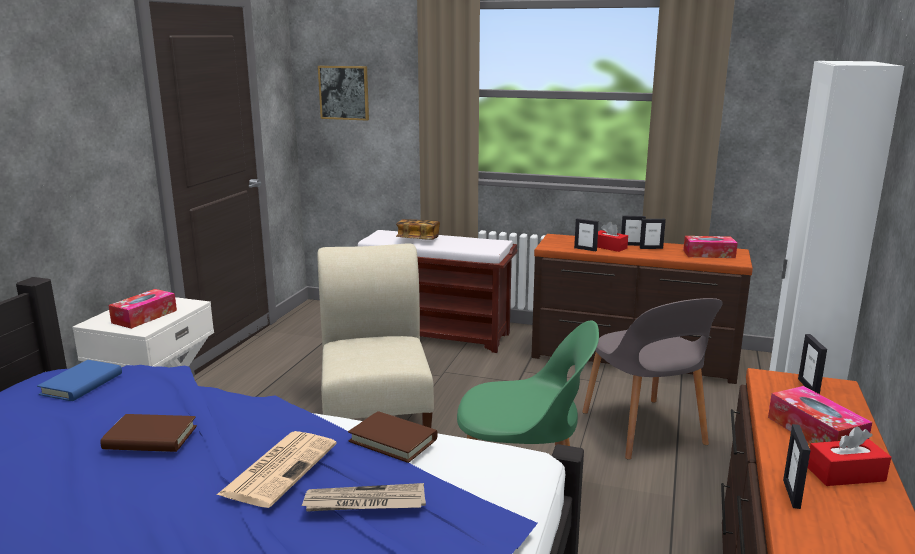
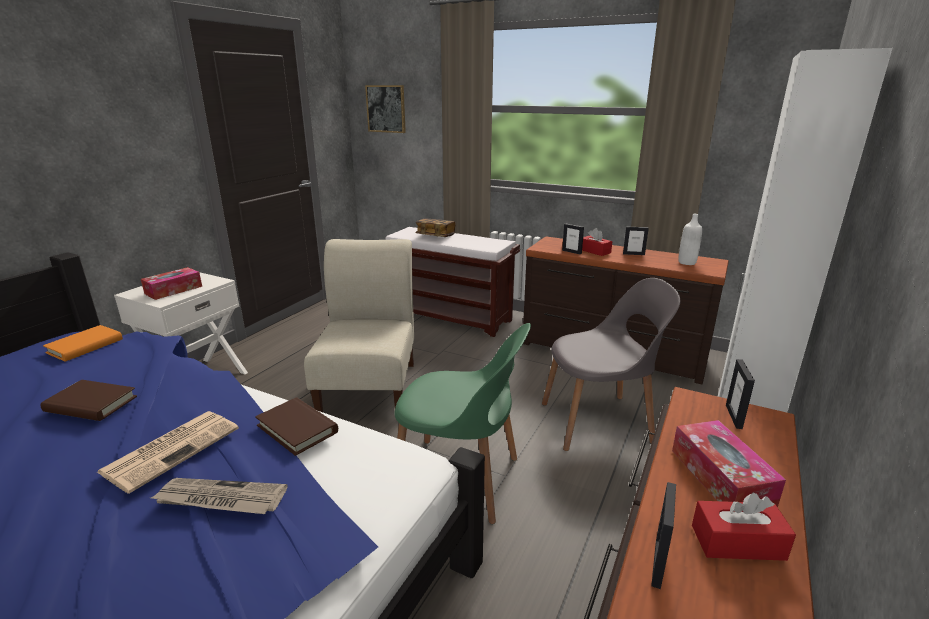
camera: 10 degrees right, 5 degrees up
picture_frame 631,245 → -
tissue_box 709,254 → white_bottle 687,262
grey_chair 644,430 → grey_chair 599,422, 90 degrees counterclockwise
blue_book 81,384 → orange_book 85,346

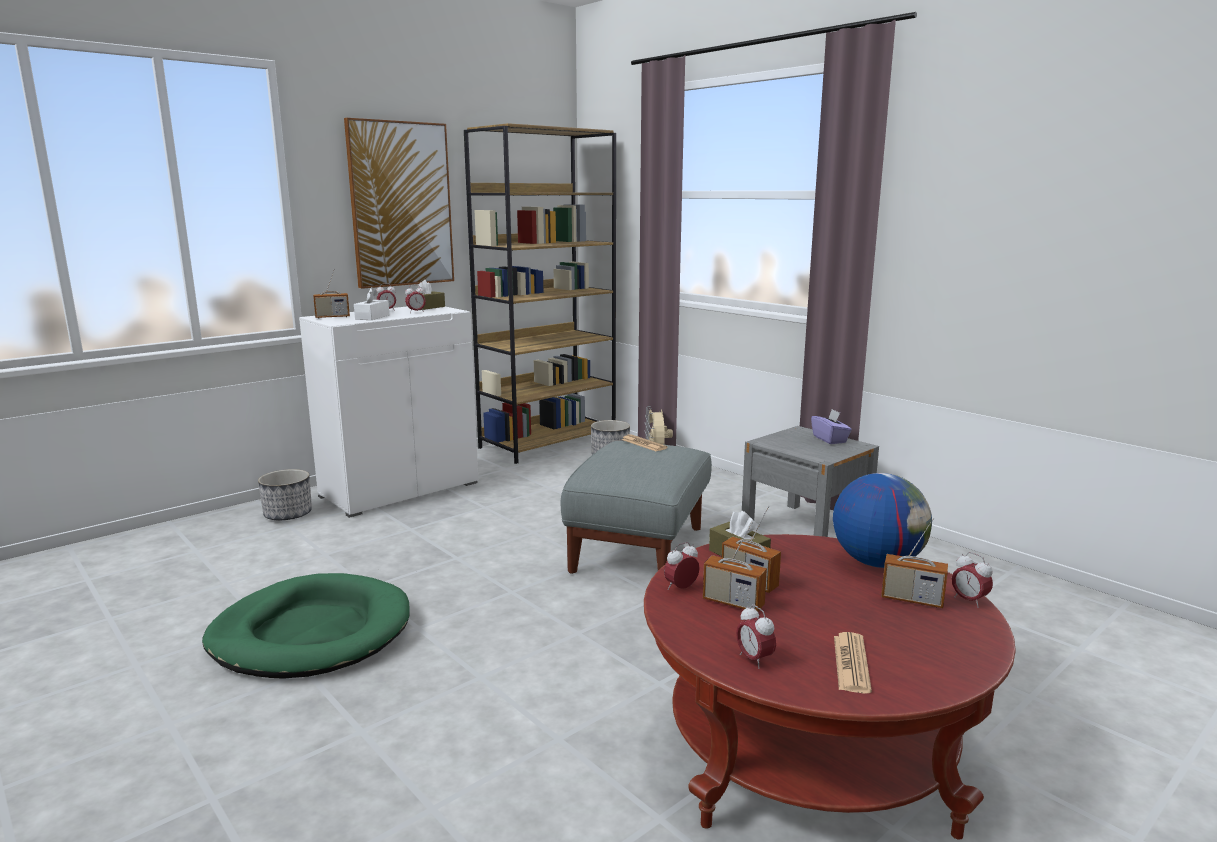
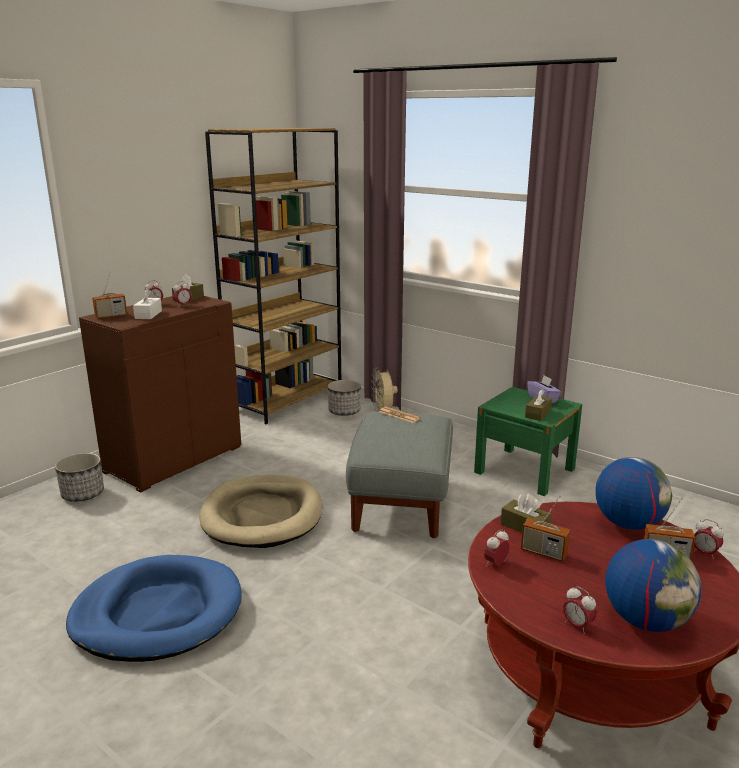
camera: 10 degrees left, 5 degrees up
picture 401,204 → -
white_cabinet 400,489 → brown_cabinet 174,458
grey_nightstand 805,528 → green_nightstand 524,471
radio 733,602 → -
green_dog_bed 311,633 → blue_dog_bed 157,613
newspaper 851,663 → globe 646,620
- → brown_tissue_box 538,414
- → beige_dog_bed 262,515

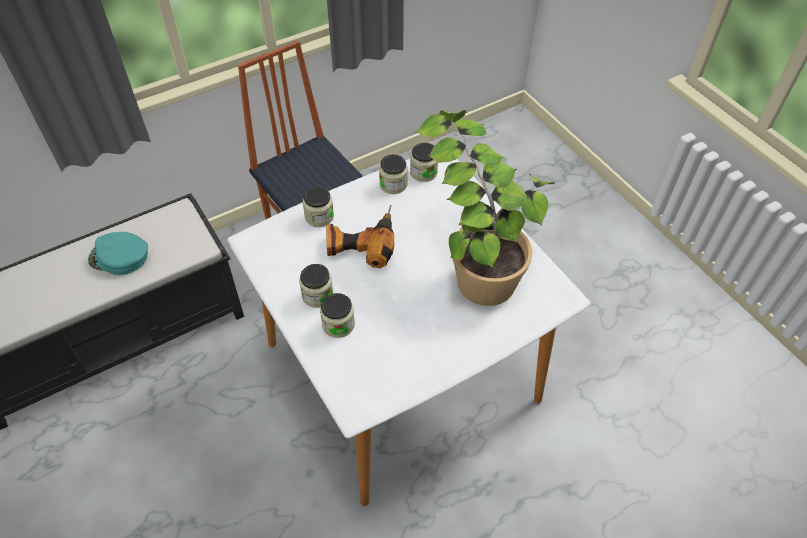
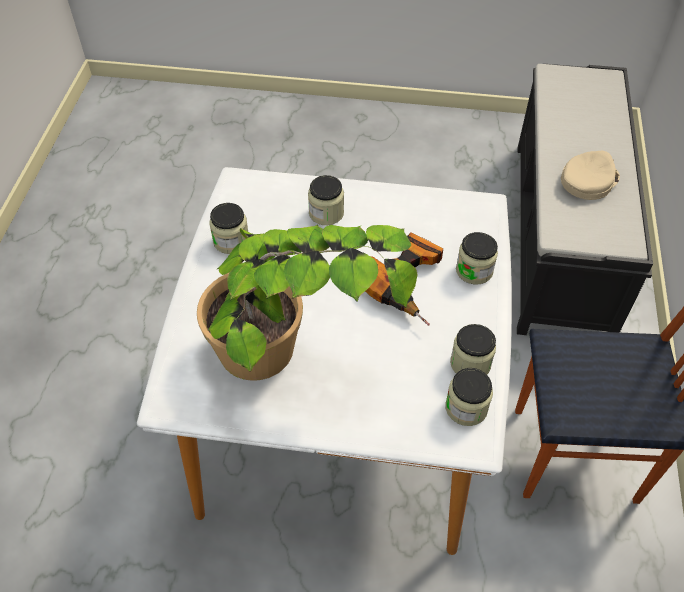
camera: 130 degrees right, 0 degrees up
turquoise_cap 119,257 → beige_cap 588,180
jar 317,295 → jar 231,241, move

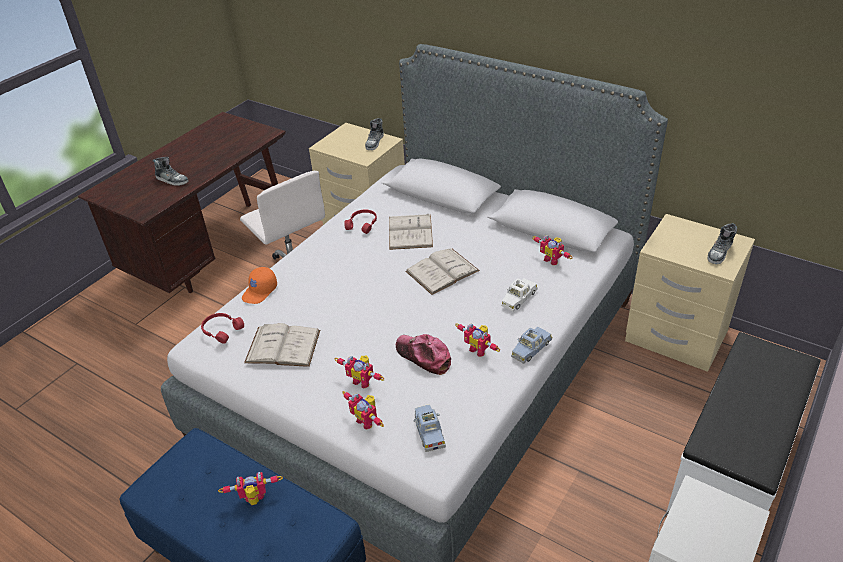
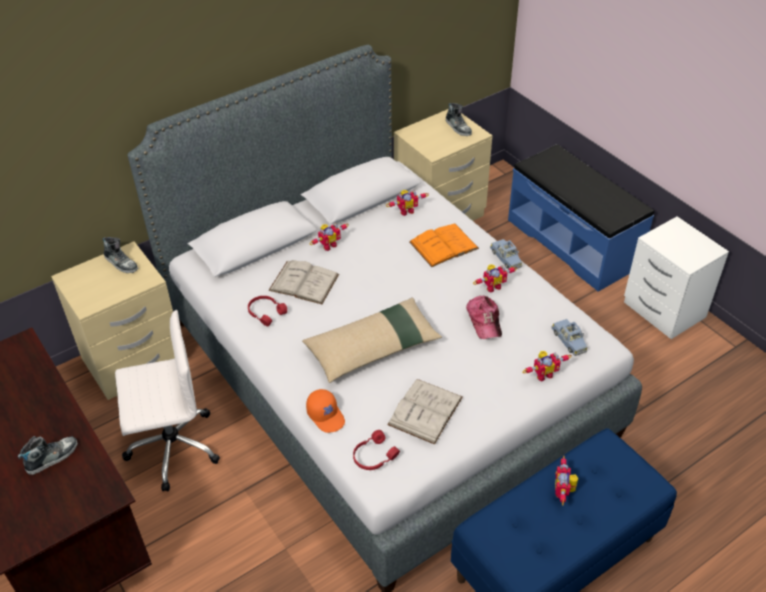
camera: 70 degrees left, 5 degrees up
white_book 442,271 → -
white_toy_car 518,298 → orange_book 443,245
white_bench 734,467 → blue_bench 573,242
cap 424,356 → cap 484,321, 75 degrees counterclockwise
toy_robot 363,380 → toy_robot 328,245, move
blue_toy_car 429,431 → blue_toy_car 569,340, 120 degrees counterclockwise
- → beige_pillow 373,348

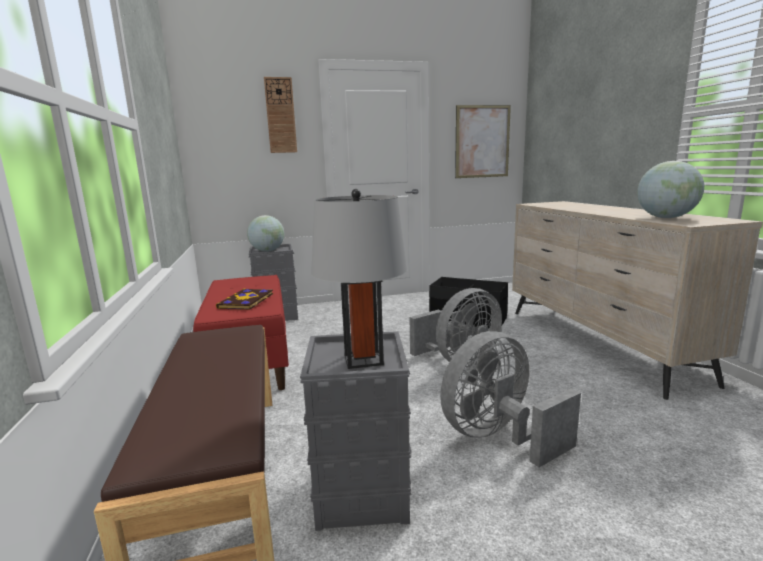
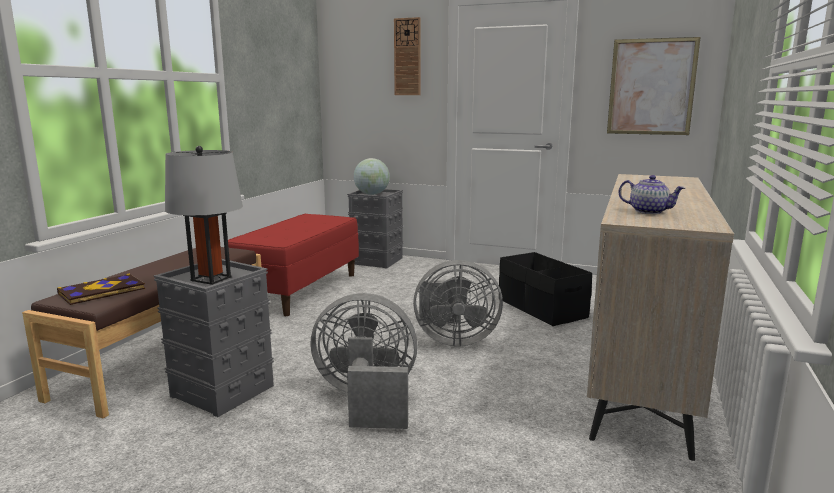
camera: 35 degrees right, 0 degrees up
globe 665,218 → teapot 649,211
book 247,301 → book 102,292, move

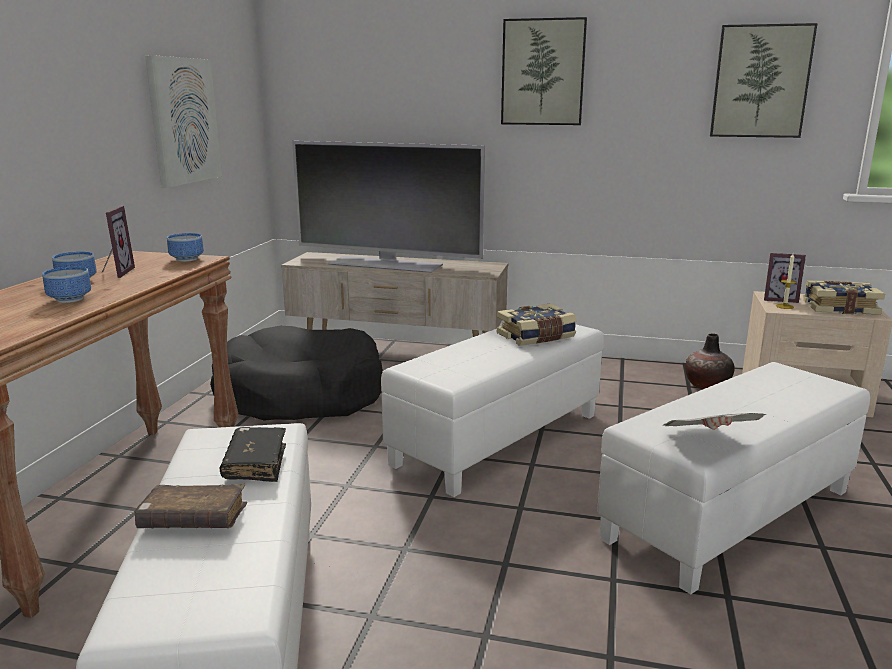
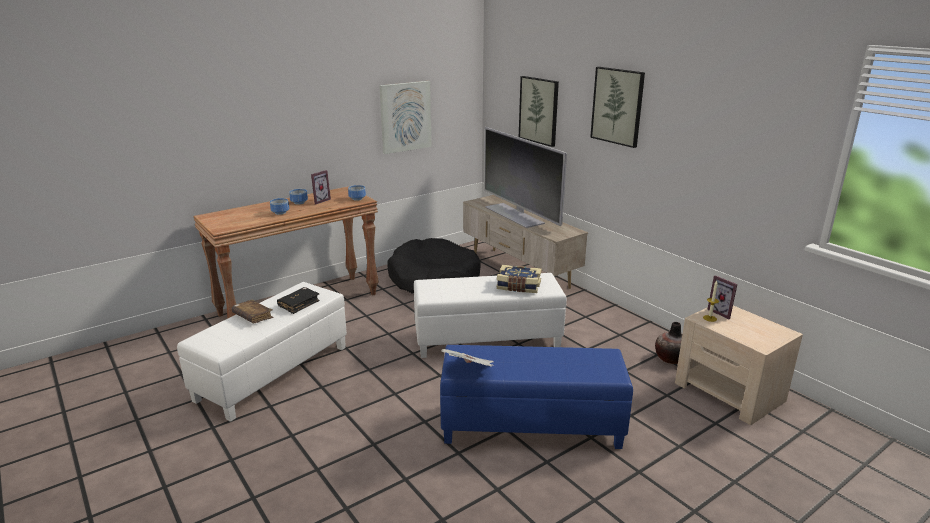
camera: 40 degrees right, 5 degrees up
picture 760,81 → picture 539,110, move
book 839,308 → -
white_ottoman 730,515 → blue_ottoman 530,426

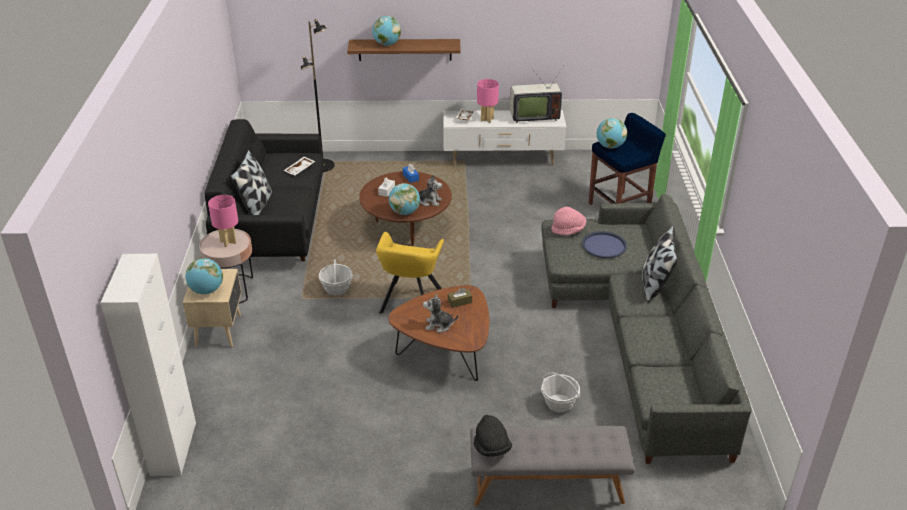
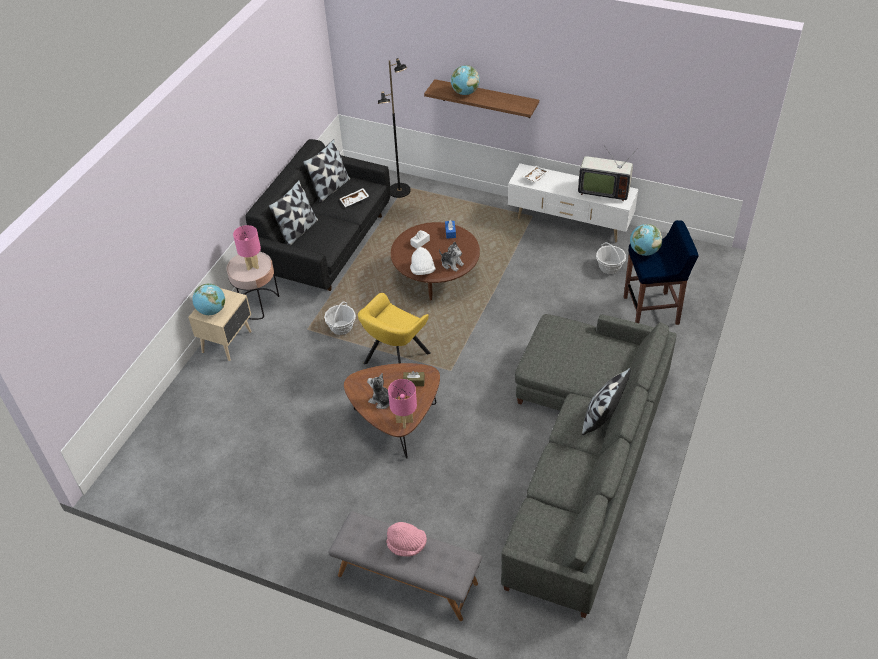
camera: 25 degrees right, 10 degrees up
pink_table_lamp 487,119 → pink_table_lamp 405,421, move
globe 404,212 → white_hat 422,270
pink_hat 568,230 → pink_hat 407,545, move
blue_tray 604,245 → -
white_cabinet 173,448 → -
basket 559,403 → basket 609,267, move
black_hat 491,448 → -
- → pillow 330,189

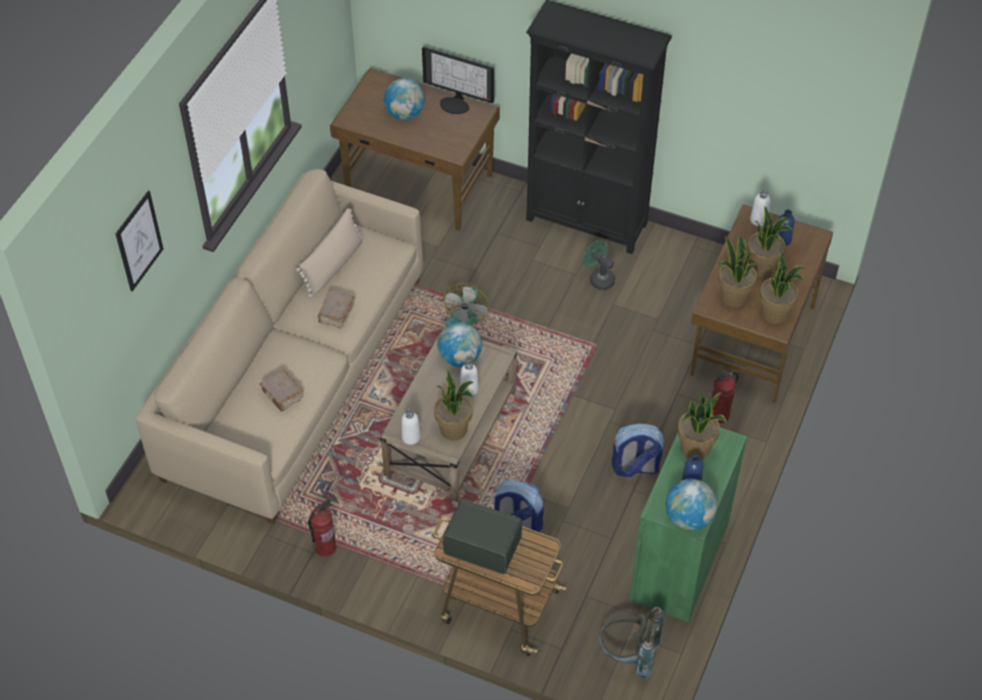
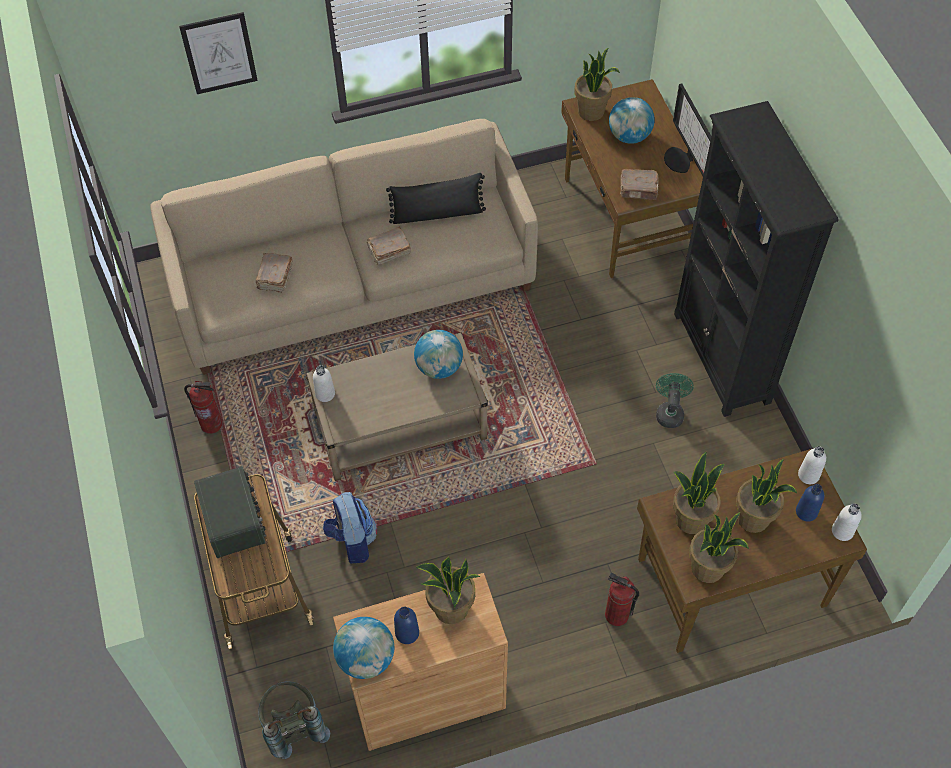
camera: 50 degrees right, 5 degrees up
beige_pillow 333,265 → black_pillow 437,213
fan 465,314 → -
white_bottle 469,389 → white_bottle 842,531, move
potted_plant 454,429 → potted_plant 591,112, move
backpack 635,467 → -
green_cabinet 679,561 → brown_cabinet 427,696
- → brown_book 639,189

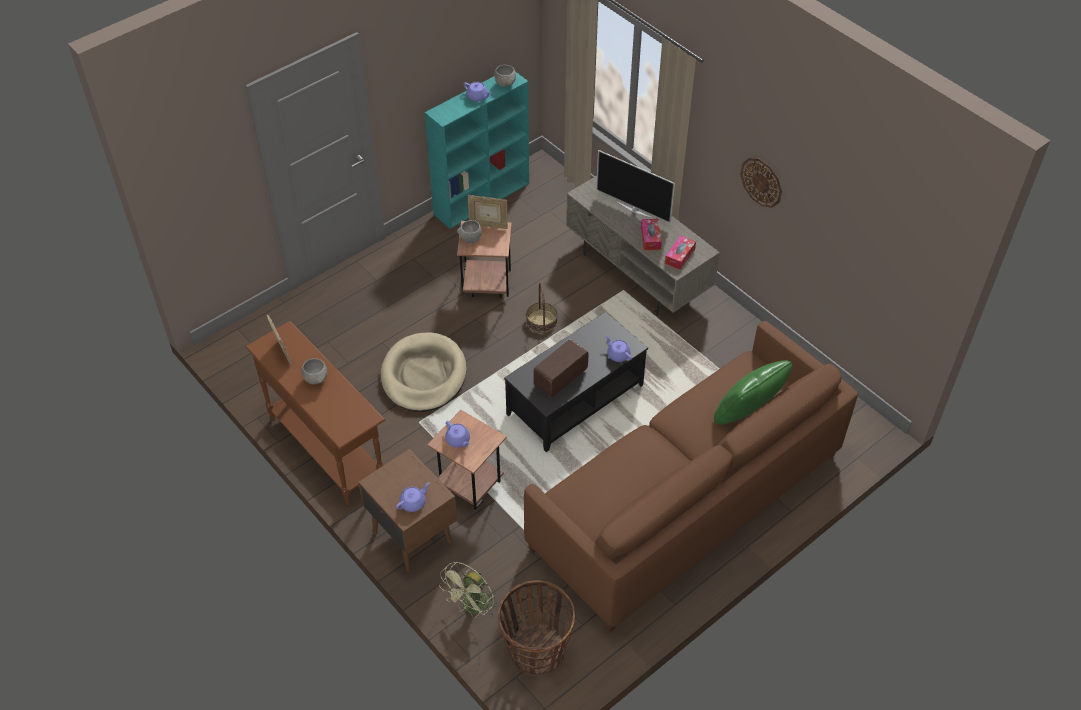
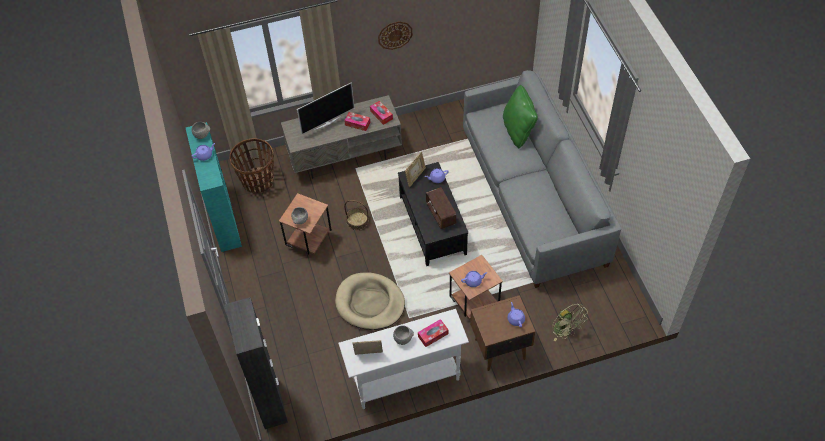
camera: 65 degrees left, 5 degrees up
picture_frame 488,225 → picture_frame 415,177, move
brown_console_table 327,449 → white_console_table 406,380
brown_sofa 685,501 → grey_sofa 533,197
basket 536,650 → basket 258,181, move
- → black_cabinet 270,403
- → tissue_box 433,335

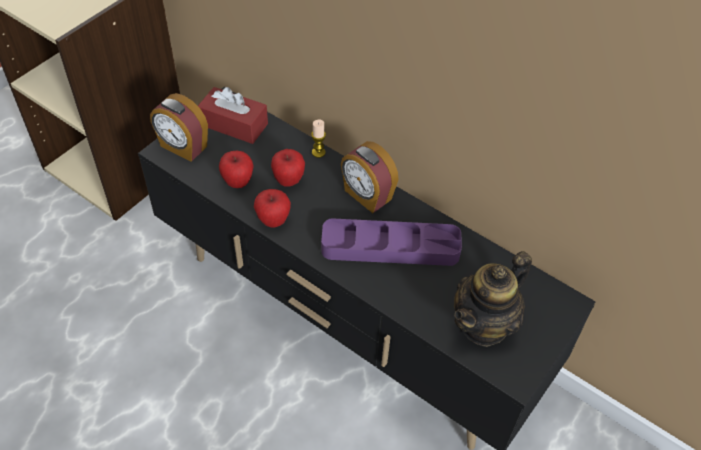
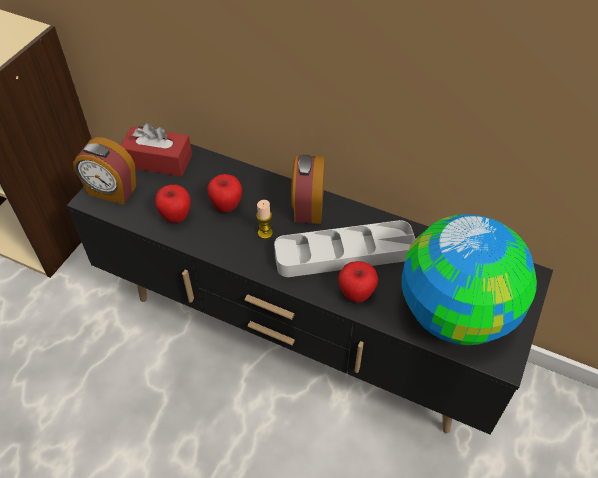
camera: 10 degrees left, 0 degrees up
candle 318,152 → candle 265,233, move
alarm_clock 367,195 → alarm_clock 307,207, 60 degrees clockwise
apple 273,220 → apple 356,294, move
purple_tray 390,247 → grey_tray 344,254
teapot 484,324 → globe 456,313

